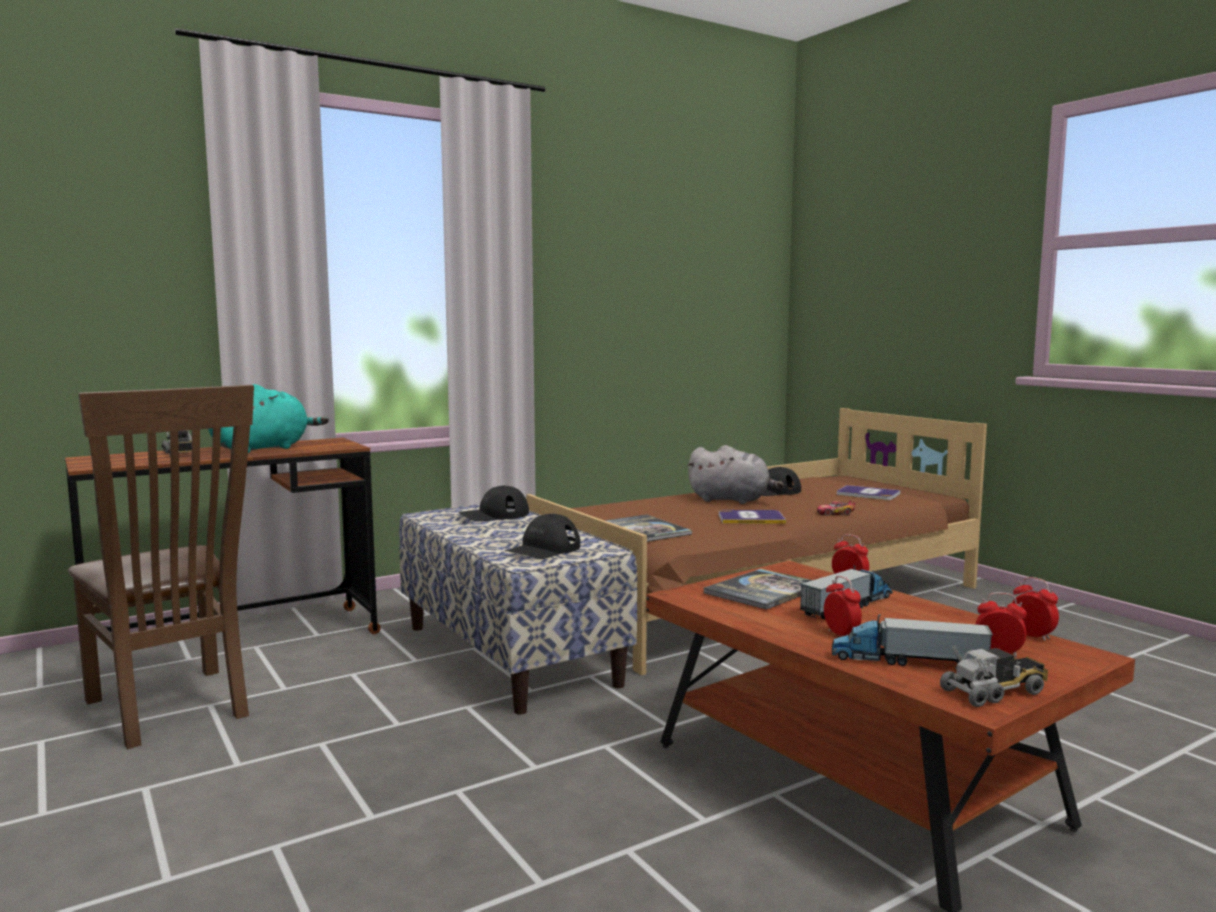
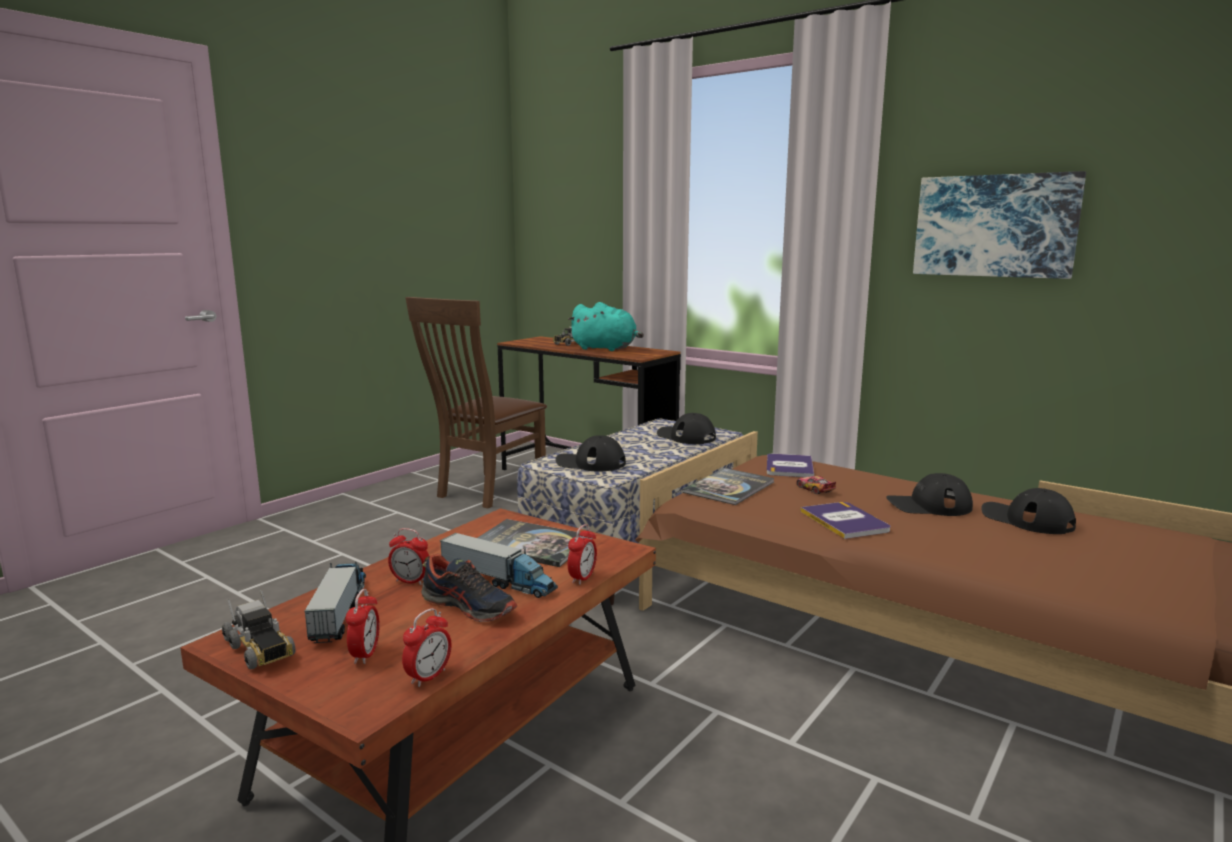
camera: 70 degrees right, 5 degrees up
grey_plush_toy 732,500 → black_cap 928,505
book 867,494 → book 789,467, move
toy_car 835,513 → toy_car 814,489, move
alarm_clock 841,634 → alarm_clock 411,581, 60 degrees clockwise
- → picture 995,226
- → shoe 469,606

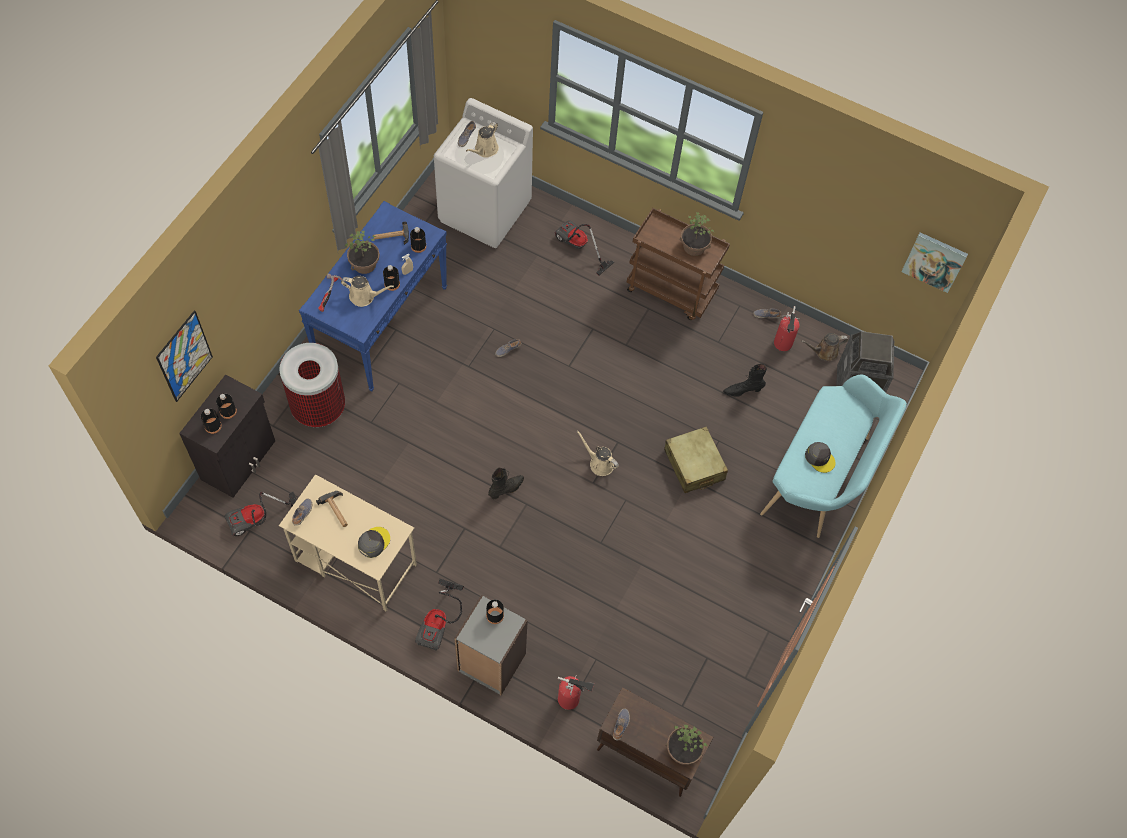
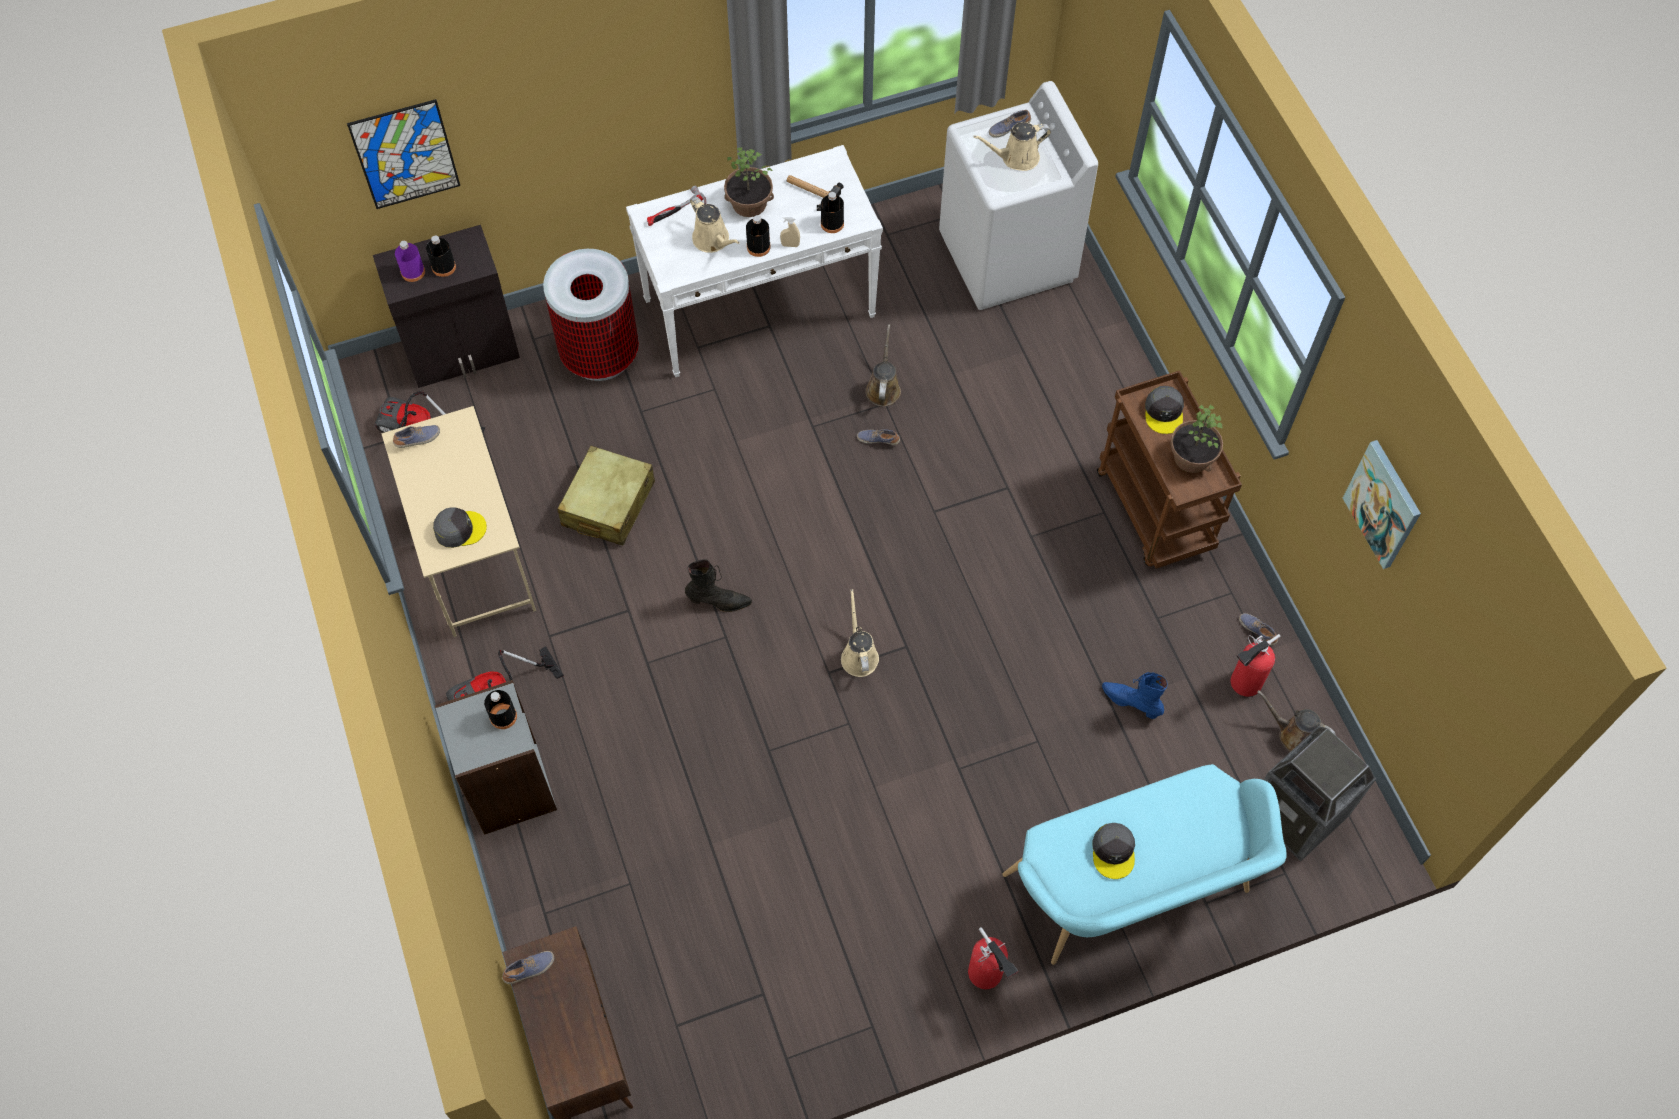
camera: 45 degrees right, 0 degrees up
blue_console_table 381,323 → white_console_table 760,307
vacuum_cleaner 577,248 → -
picture 934,261 → picture 1383,504, move
black_boot 743,390 → blue_boot 1131,702
black_bottle 213,426 → purple_bottle 413,272
beige_suitcase 694,465 → beige_suitcase 608,504, move
hammer 336,511 → -
fire_extinguisher 571,700 → fire_extinguisher 987,976, move
potted_plant 683,751 → -
- → brown_watering_can 883,388
- → grey_cap 1164,412

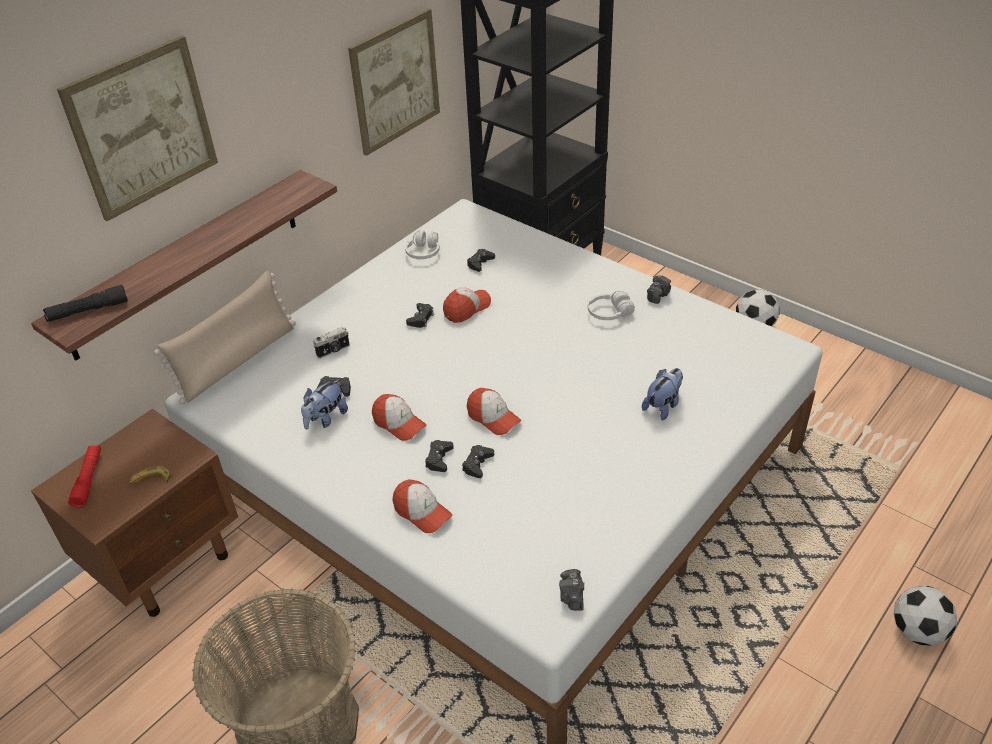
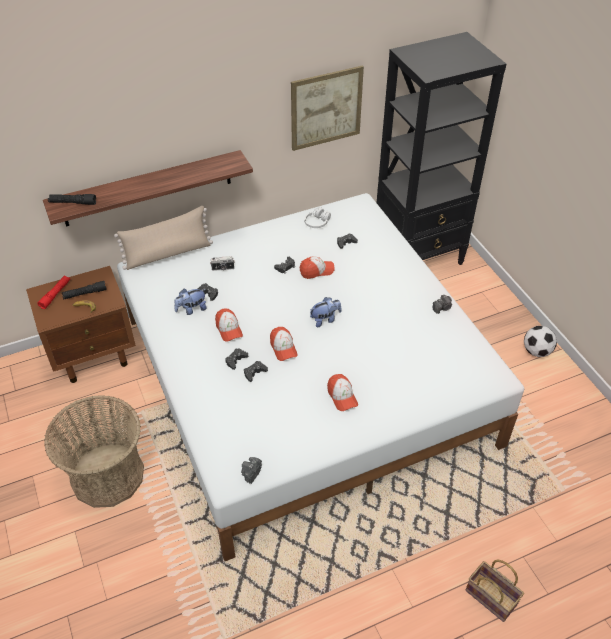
camera: 25 degrees right, 5 degrees up
picture 142,128 → -
white_headphones 609,313 → -
plush_toy 663,406 → plush_toy 325,319, move
cap 422,512 → cap 342,396, move
football 917,631 → basket 492,597
- → black_flashlight 85,293

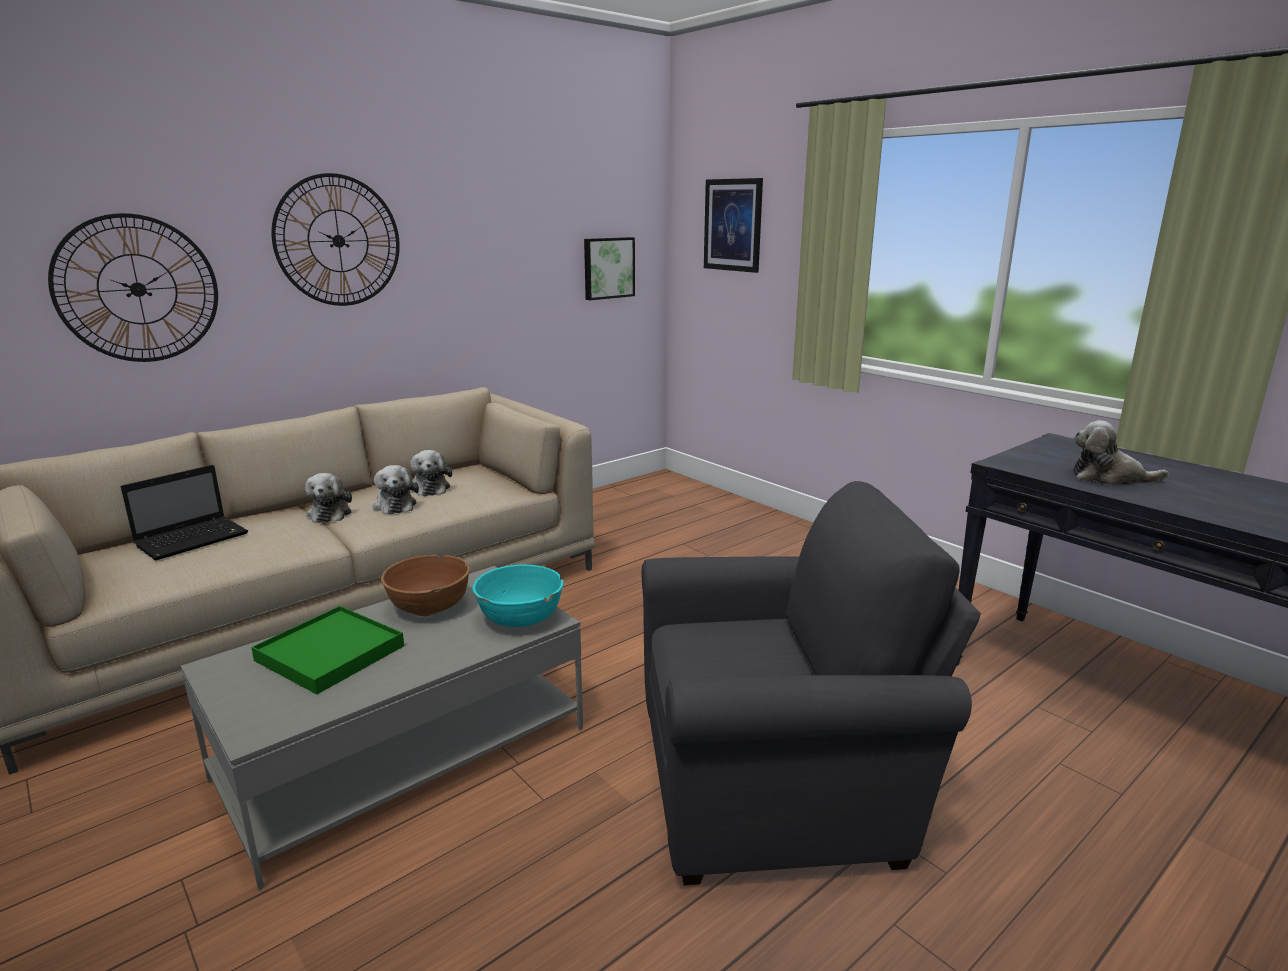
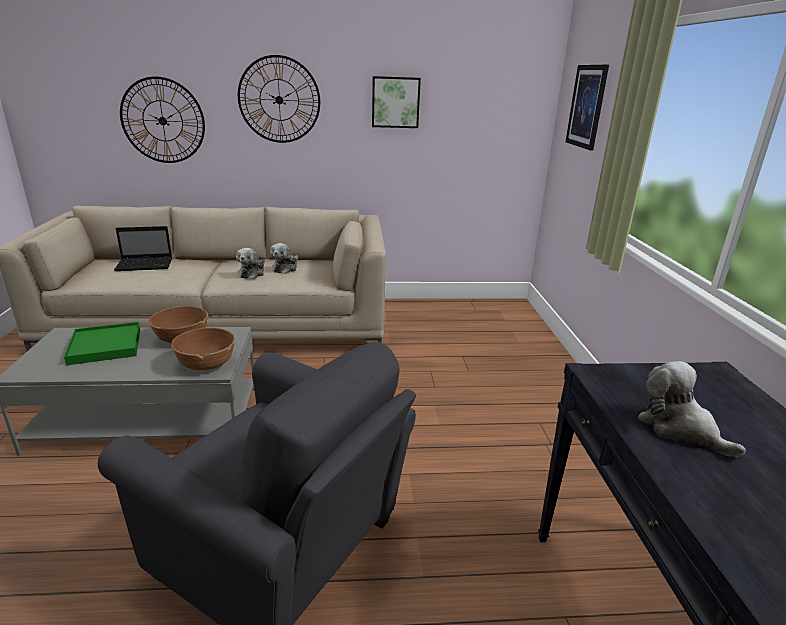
camera: 35 degrees right, 5 degrees up
picture 608,268 → picture 395,102, move
plush_toy 330,513 → -
turquoise_bowl 520,619 → brown_bowl 206,364

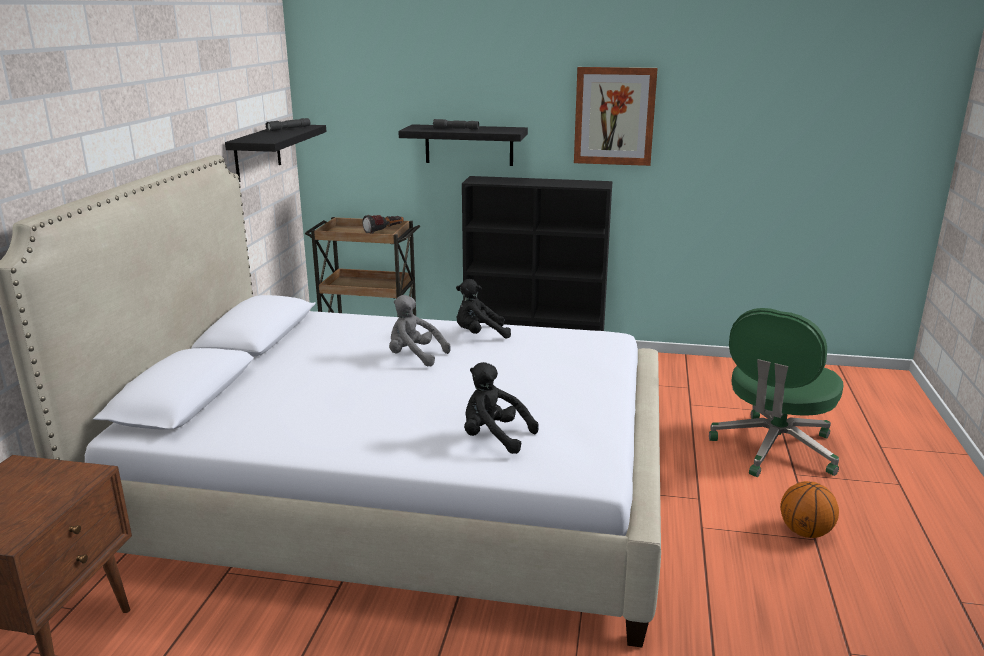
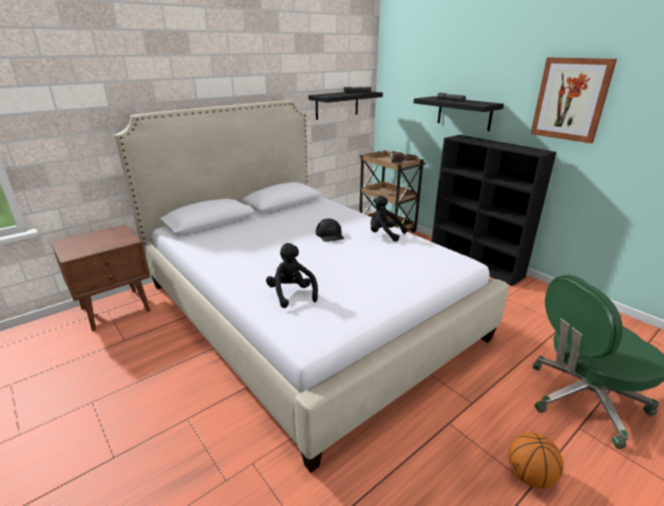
camera: 40 degrees right, 5 degrees up
grey_plush_toy 414,356 → black_cap 330,235

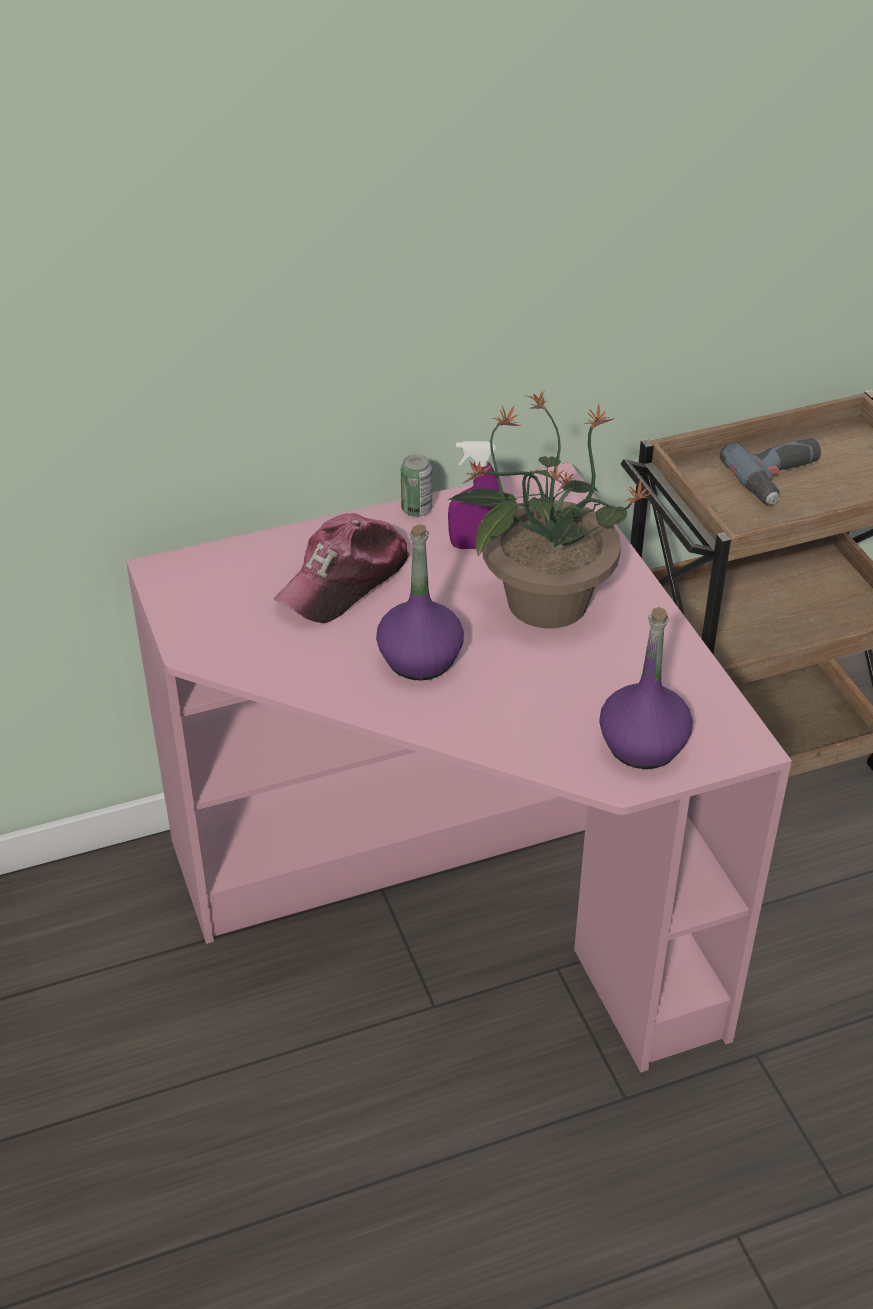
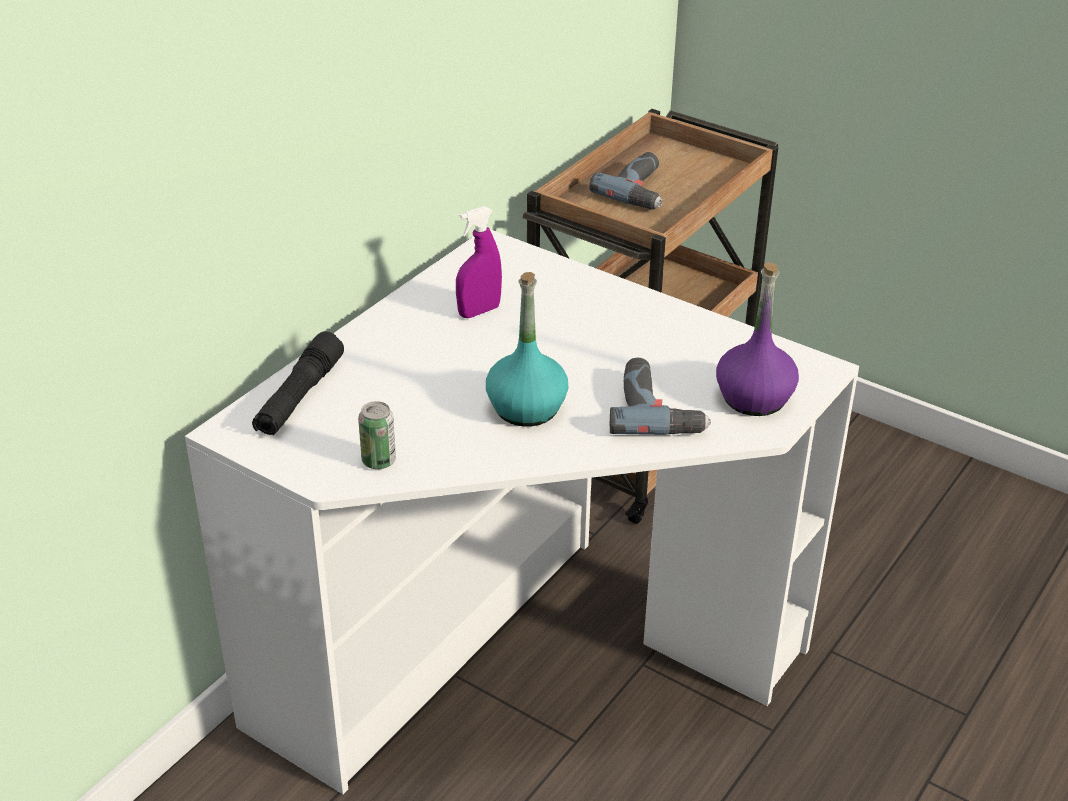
camera: 35 degrees left, 5 degrees down
potted_plant 544,601 → -
can 416,509 → can 379,461, move
pink_desk 453,901 → white_desk 520,655
cap 344,580 → -
purple_bottle 419,659 → turquoise_bottle 526,409
- → black_flashlight 299,397
- → power_drill 657,409

